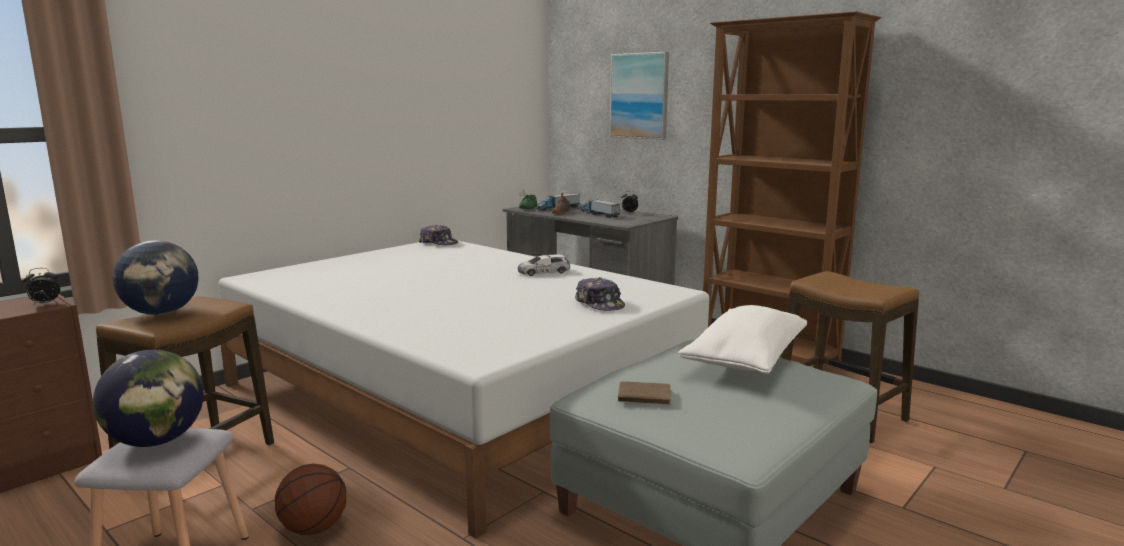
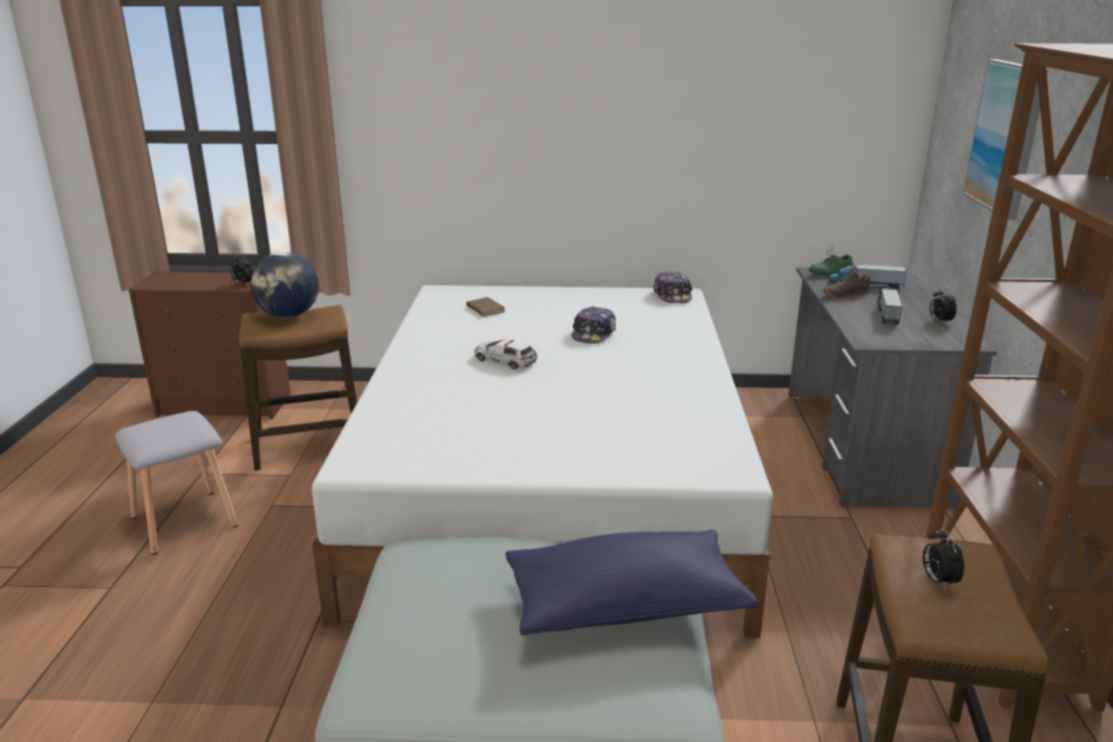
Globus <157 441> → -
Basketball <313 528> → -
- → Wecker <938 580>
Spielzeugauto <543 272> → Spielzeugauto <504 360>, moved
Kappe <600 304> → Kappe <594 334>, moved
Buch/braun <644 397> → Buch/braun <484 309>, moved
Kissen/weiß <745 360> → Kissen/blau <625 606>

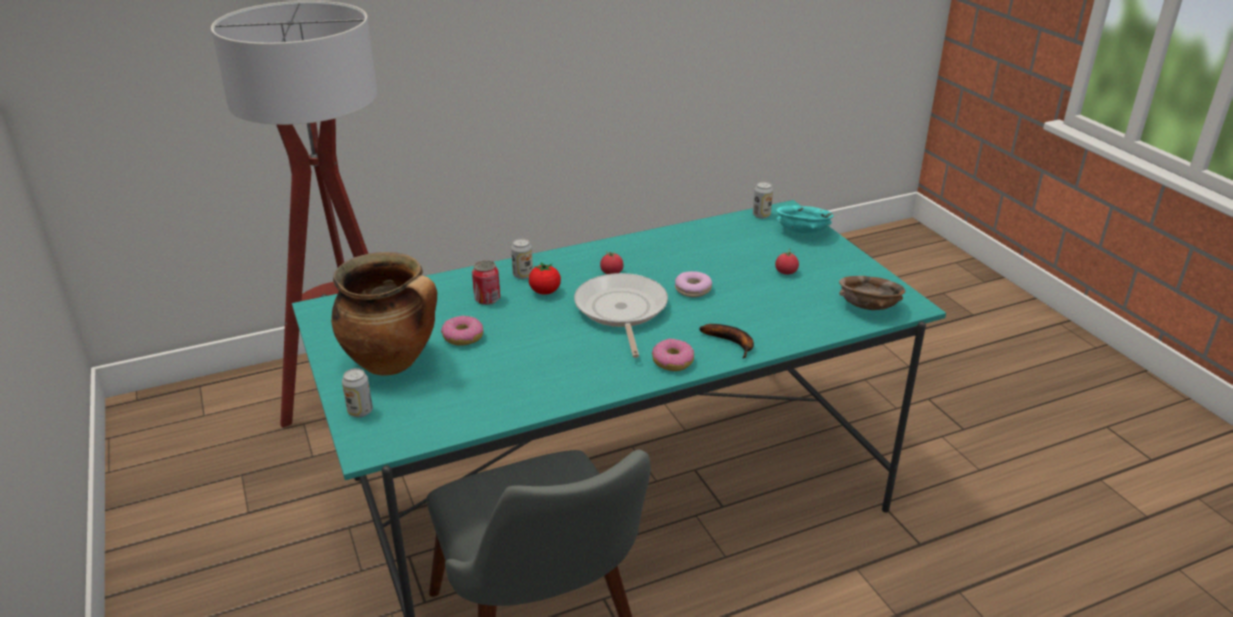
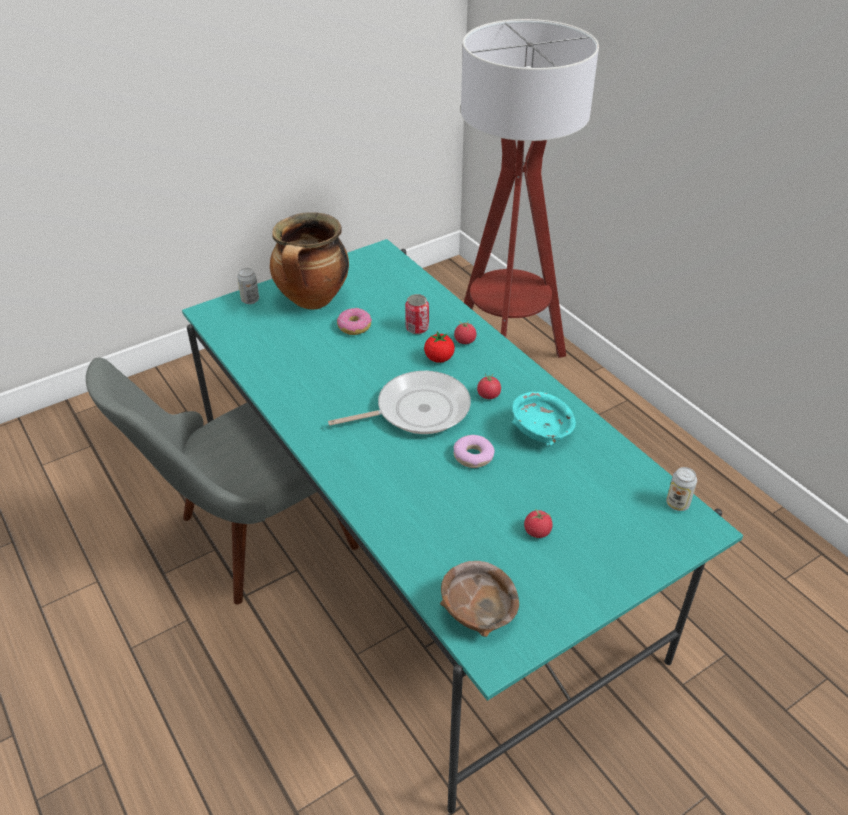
Donut <672 361> → -
Banane <732 343> → -
Schüssel/türkis <803 232> → Schüssel/türkis <540 432>, moved
Dose <523 275> → Tomate <465 341>

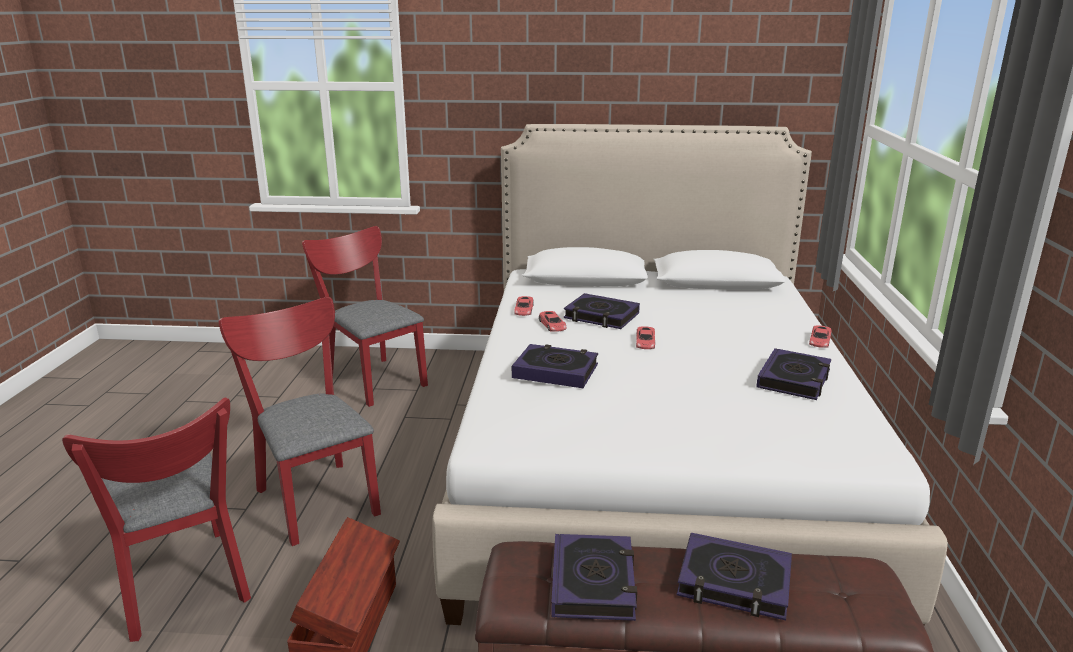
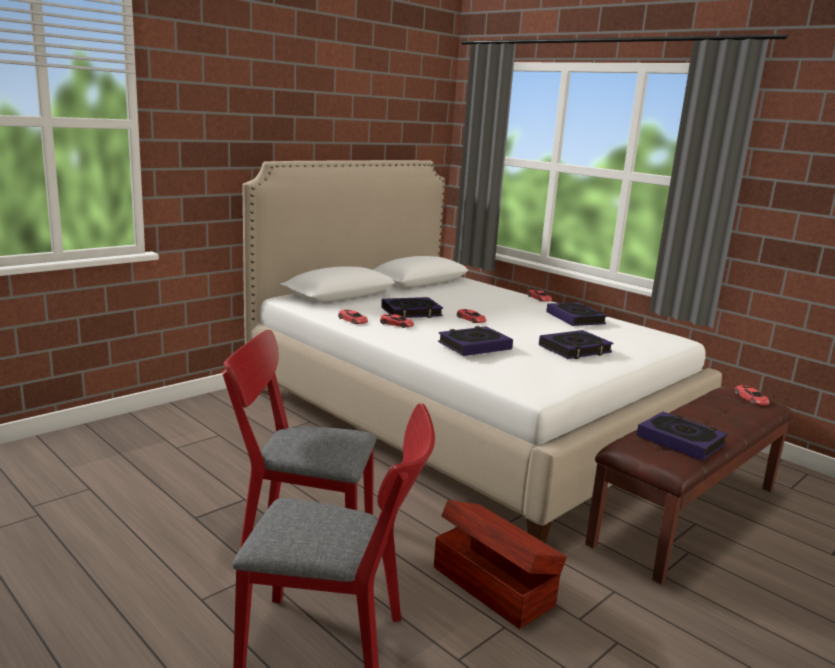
Stuhl/rot <372 378> → -
- → Spielzeugauto/rot <751 399>
Buch <734 583> → Buch <575 349>, moved

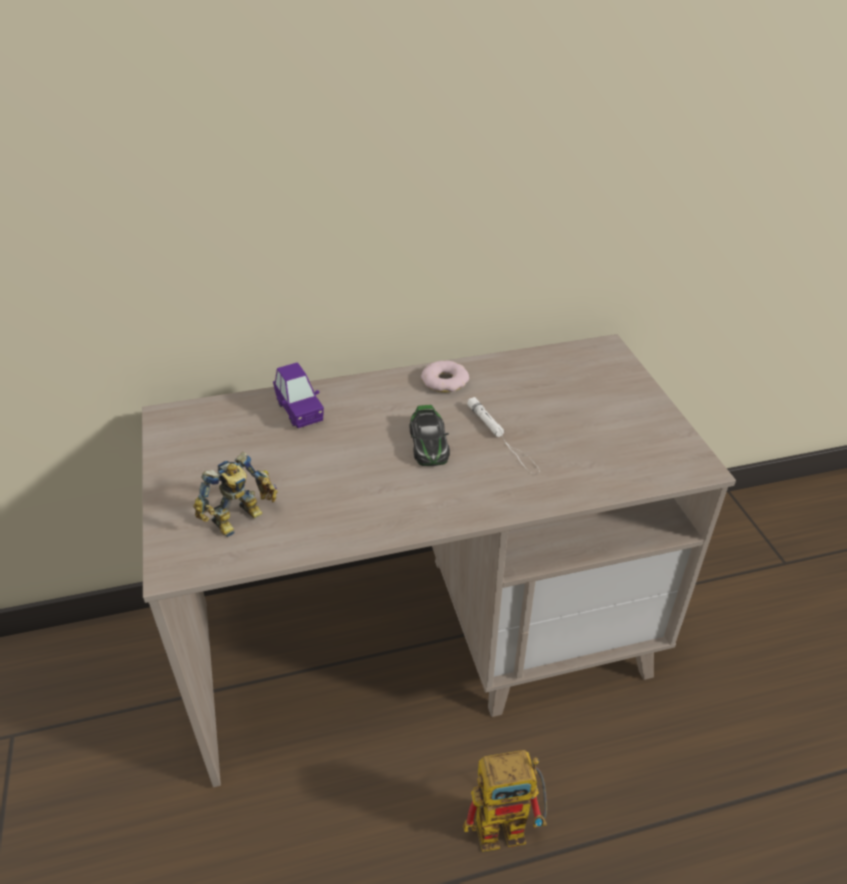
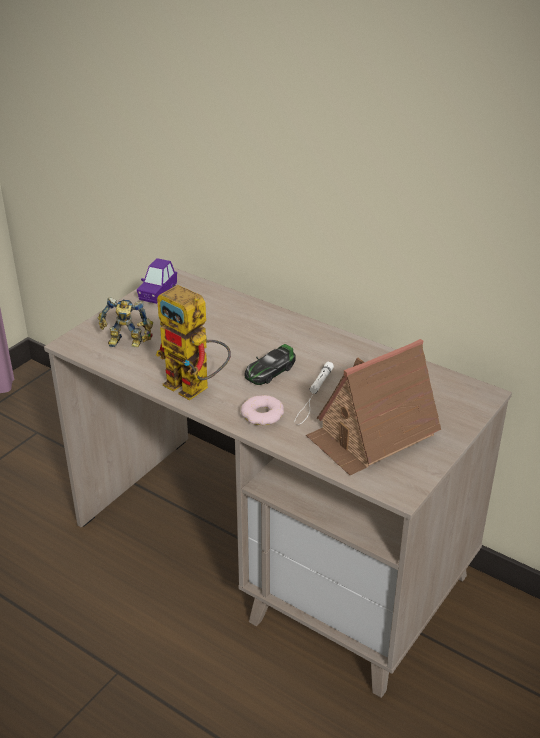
- → Spielzeughaus <372 435>
Spielzeugauto/lila <299 411> → Spielzeugauto/lila <158 293>, moved
Donut <445 381> → Donut <262 414>, moved
Spielzeugroboter <510 824> → Spielzeugroboter <196 388>, moved

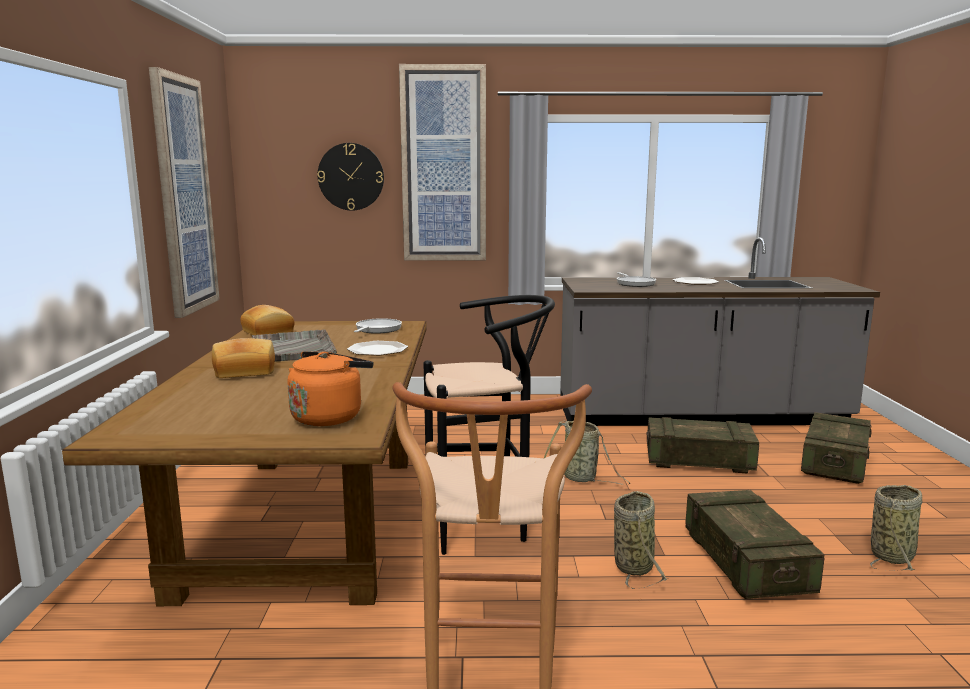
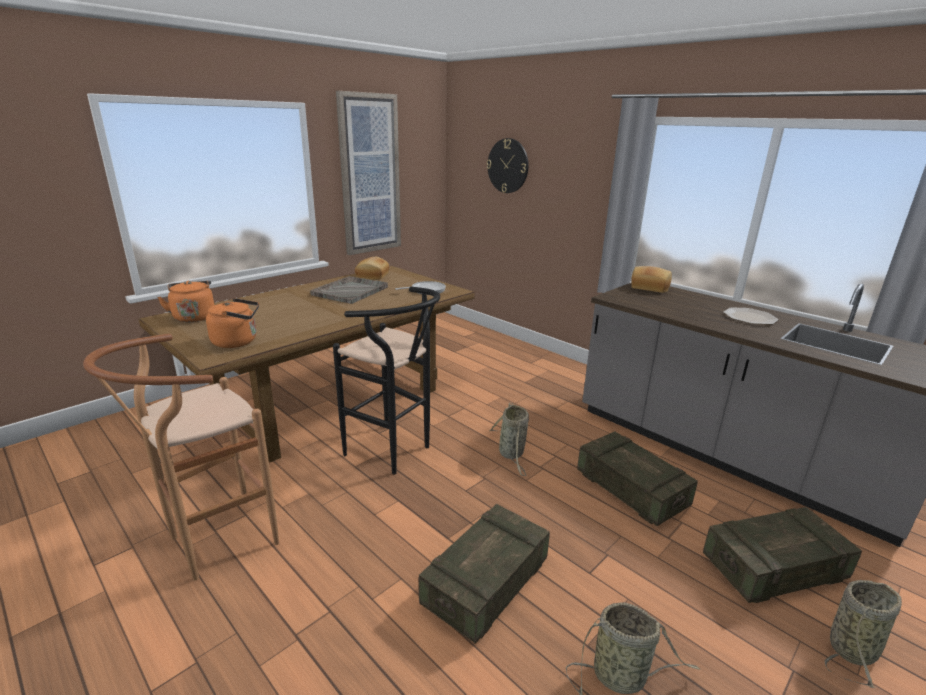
Teller <378 350> → -
Bild <444 165> → -
Pfanne <634 283> → -
- → Wasserkessel/orange <194 317>
Brot <245 372> → Brot <649 287>, moved
Korb <633 565> → Korb <853 647>, moved

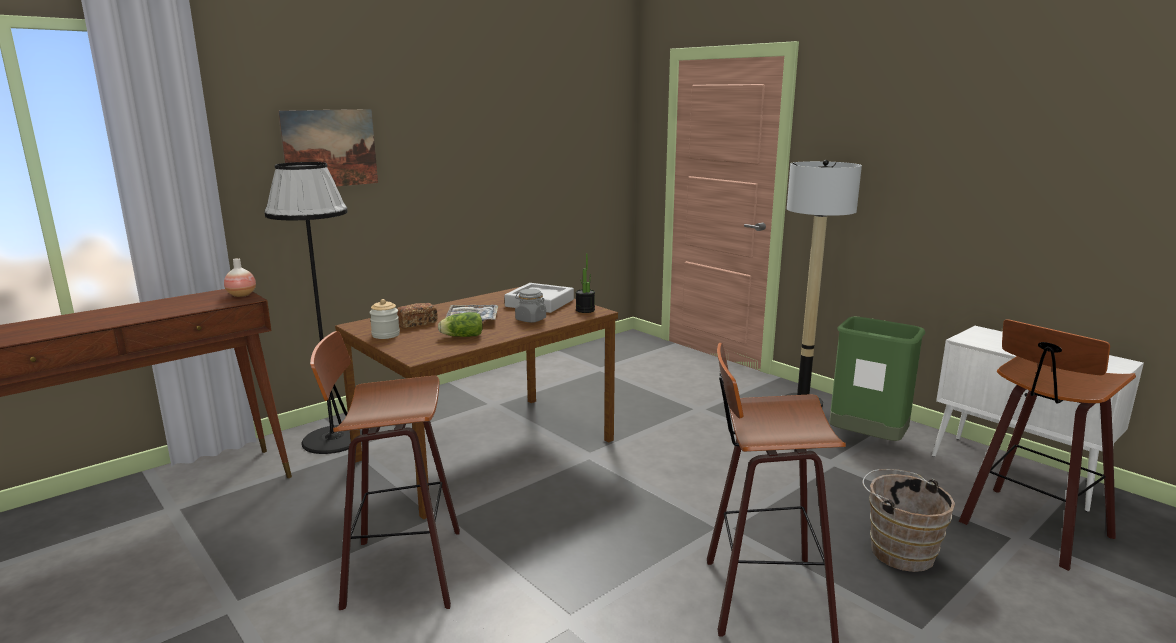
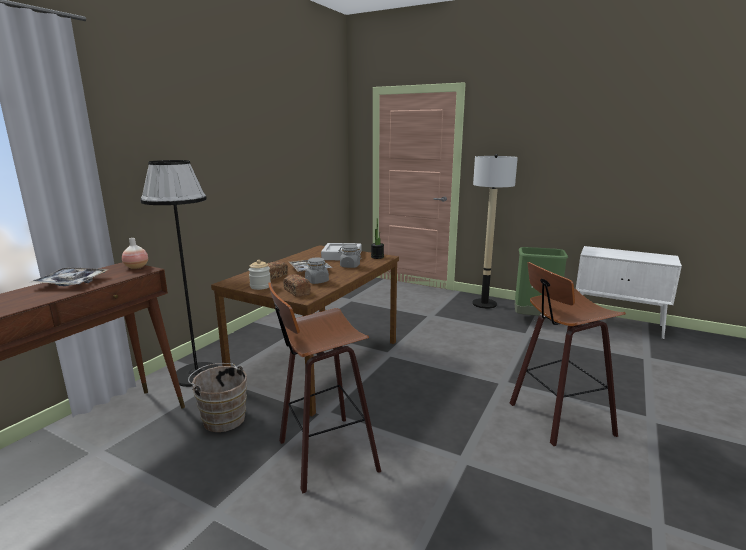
Bild <330 148> → -
Hocker <1030 529> → -
- → Tablett <72 282>
- → Brot <296 292>
Eimer/braun <898 550> → Eimer/braun <222 418>, moved
Salatkopf <460 336> → Vorratsglas/grau <316 281>

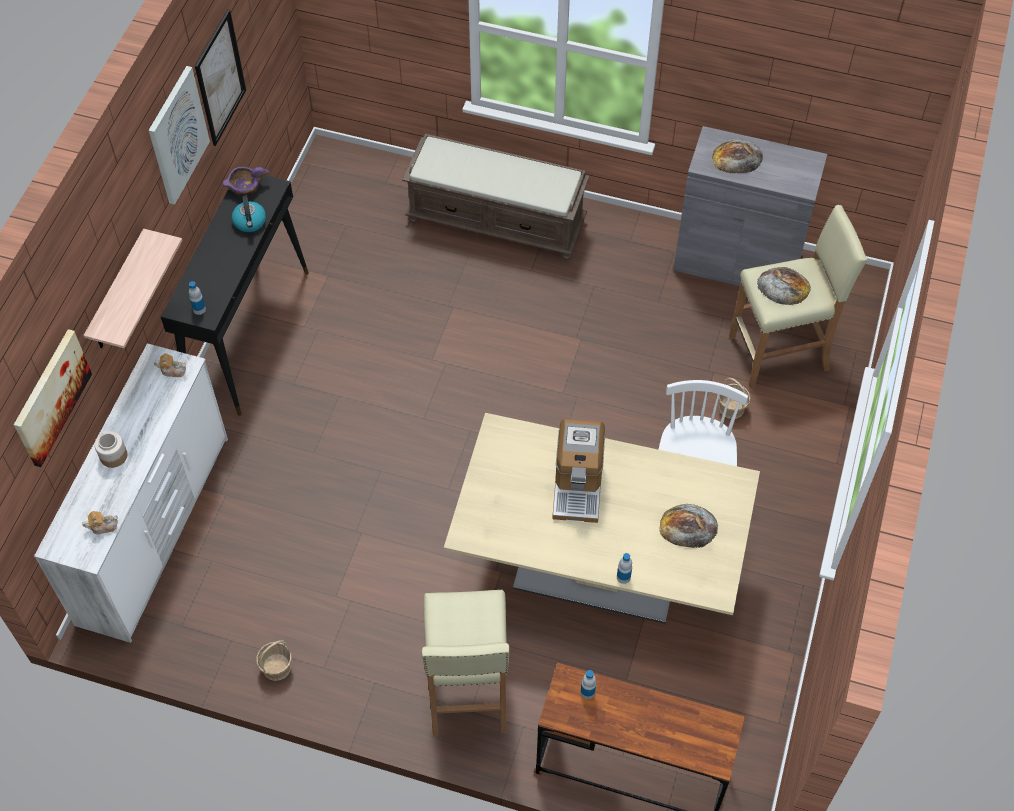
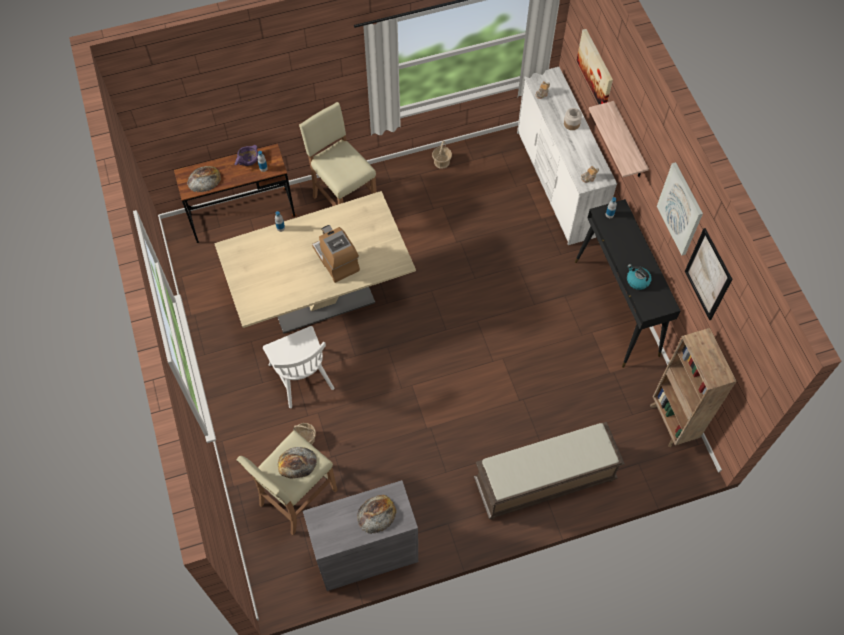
- → Bücherregal/braun <672 423>
Schüssel/lila <245 187> → Schüssel/lila <248 160>, moved
Brot <688 526> → Brot <204 179>, moved

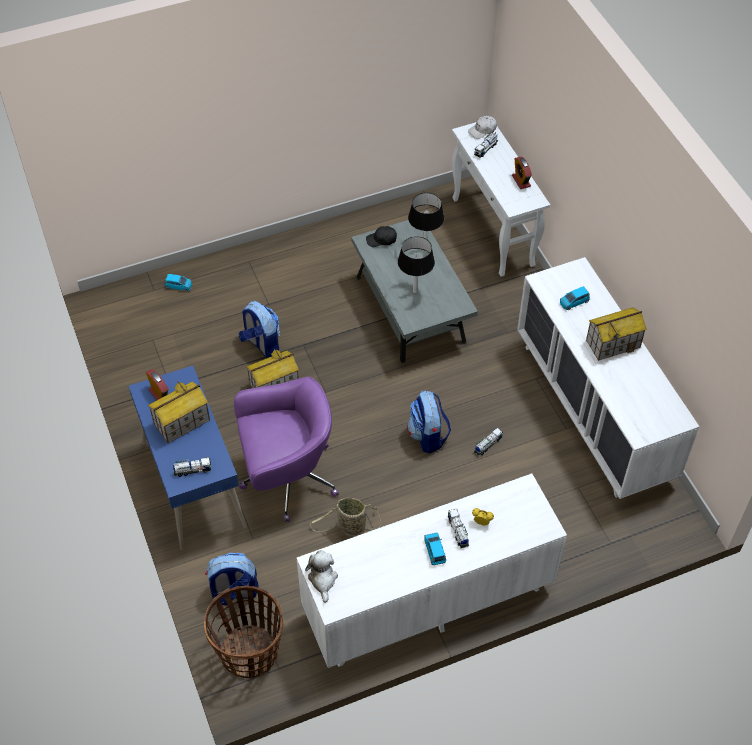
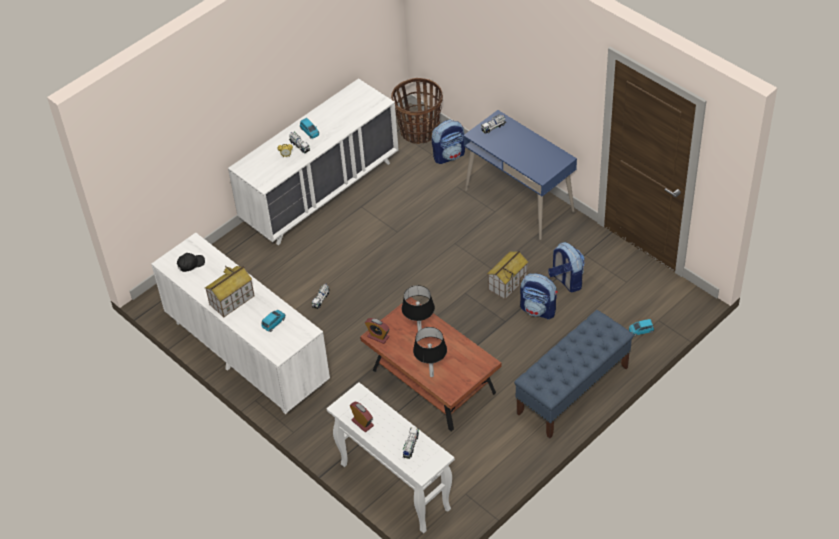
Spielzeughaus <181 422> → -
Bürostuhl/lila <287 478> → -
Plüschtier <322 579> → -
Korb <350 527> → -
Kappe/weiß <482 130> → -
- → Bank/blau <572 390>
Wecker <160 394> → Wecker <378 337>, moved
Kappe/schwarz <381 240> → Kappe/schwarz <191 264>, moved
Rucksack <428 436> → Rucksack <566 281>, moved
Couchtisch/grau <410 310> → Couchtisch/braun <433 382>

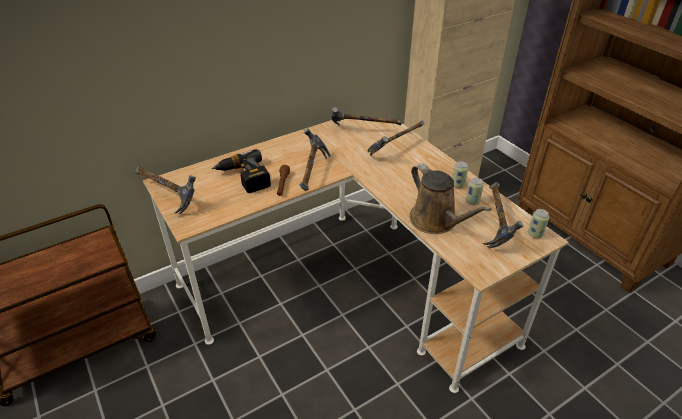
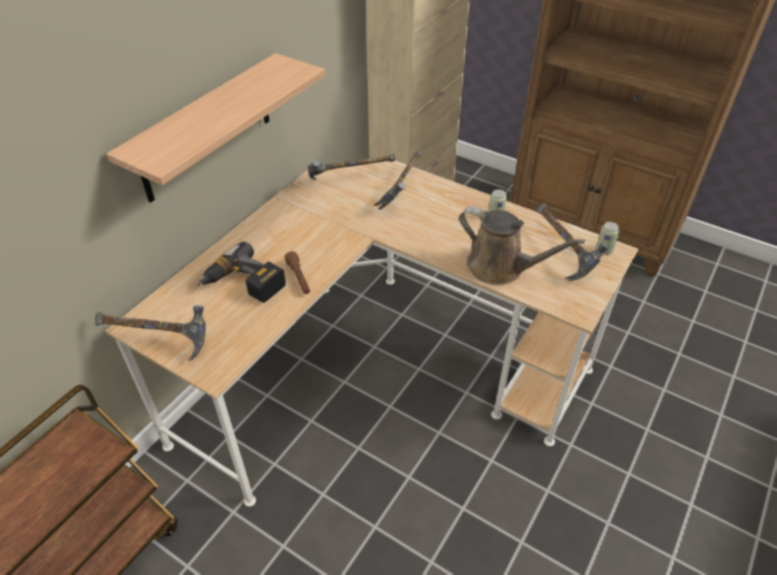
Hammer <311 174> → -
Dose <472 202> → -
- → Wandregal <206 129>

